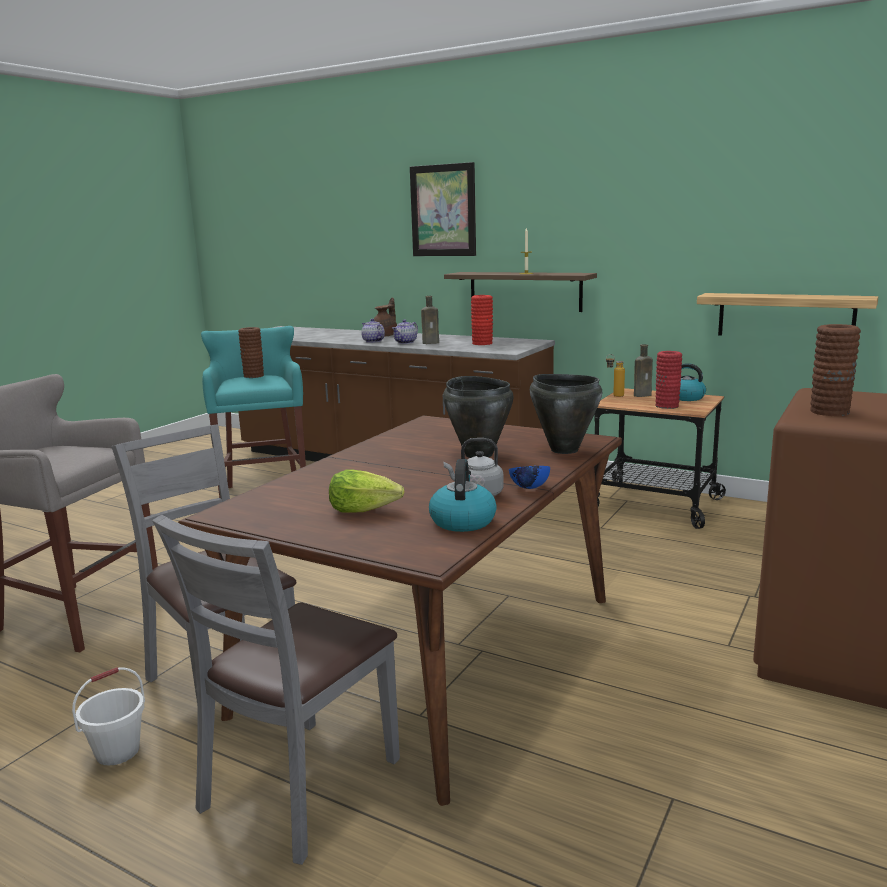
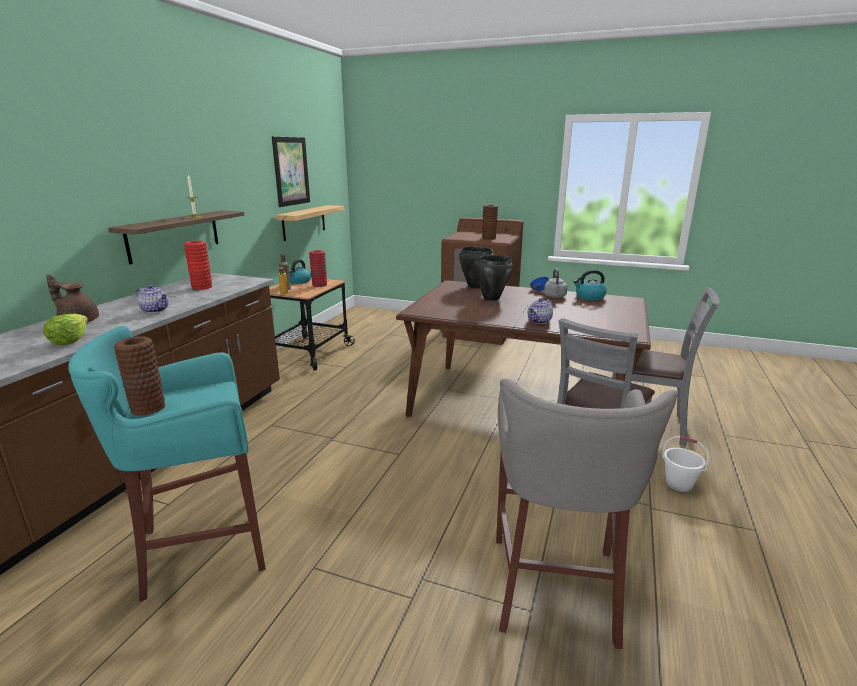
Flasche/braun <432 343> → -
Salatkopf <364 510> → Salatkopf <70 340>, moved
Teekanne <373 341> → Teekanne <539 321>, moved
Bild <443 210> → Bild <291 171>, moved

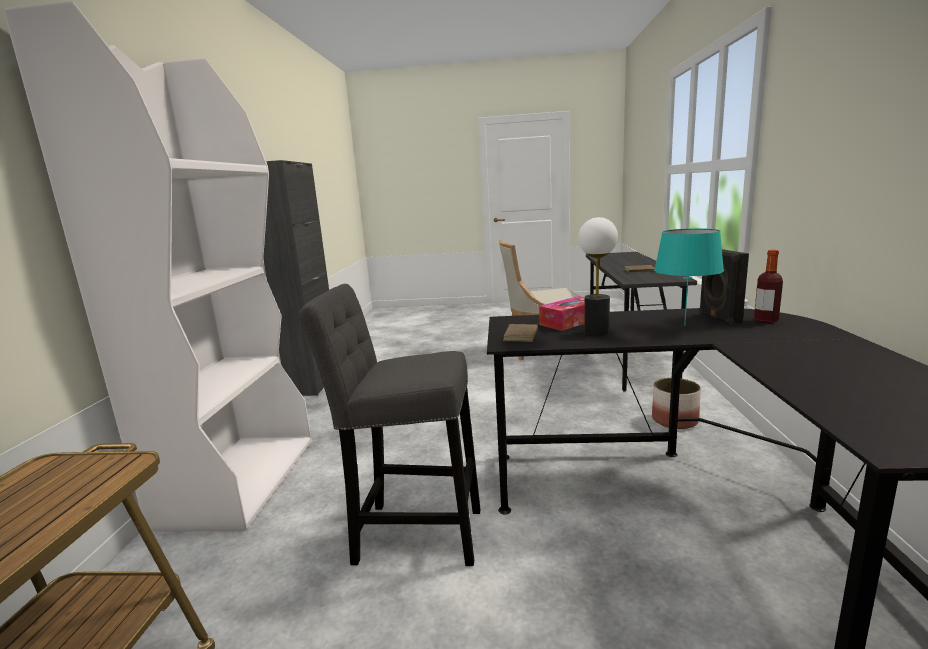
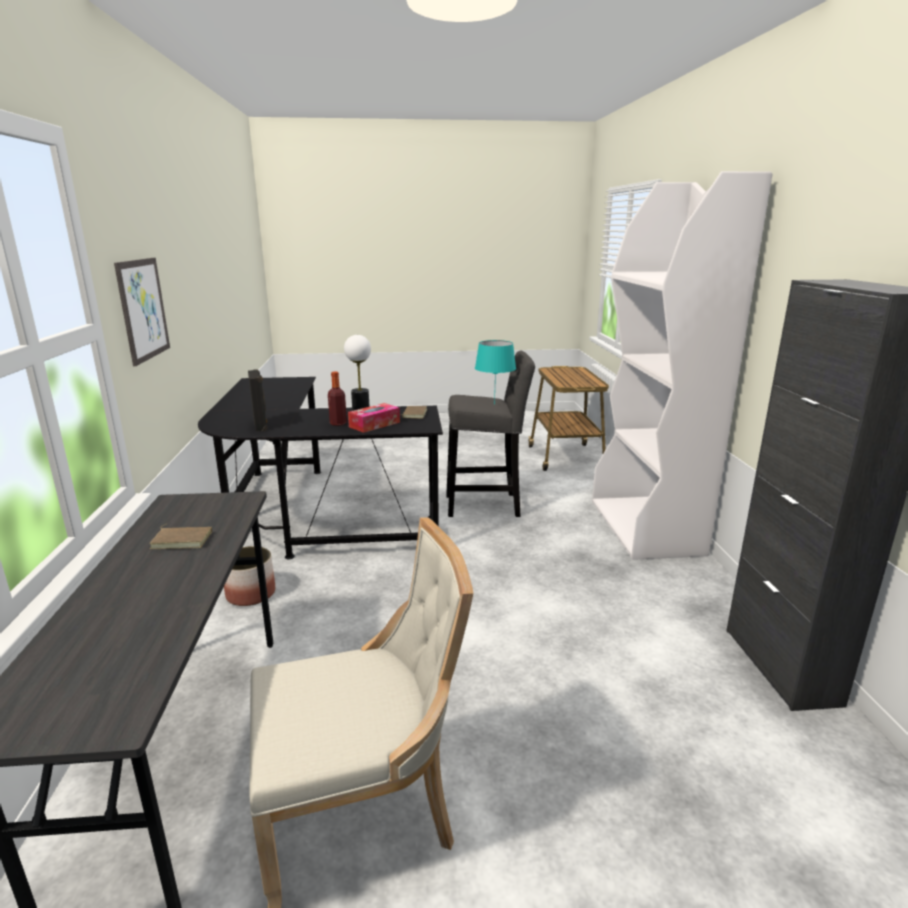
- → Bild <143 309>
Tischlampe/türkis <684 325> → Tischlampe/türkis <494 404>, moved
Flasche <765 320> → Flasche <338 423>, moved

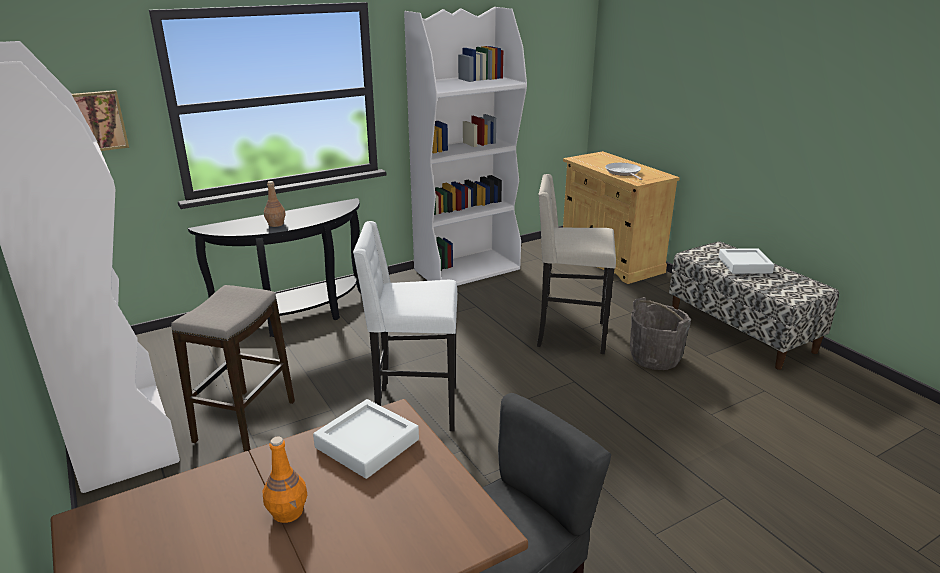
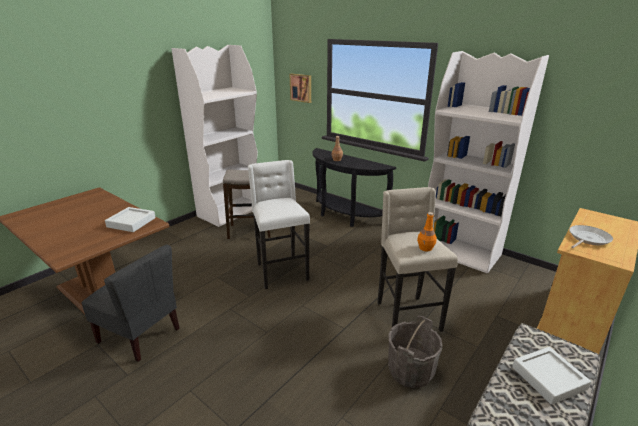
Flasche/orange <288 511> → Flasche/orange <426 248>, moved

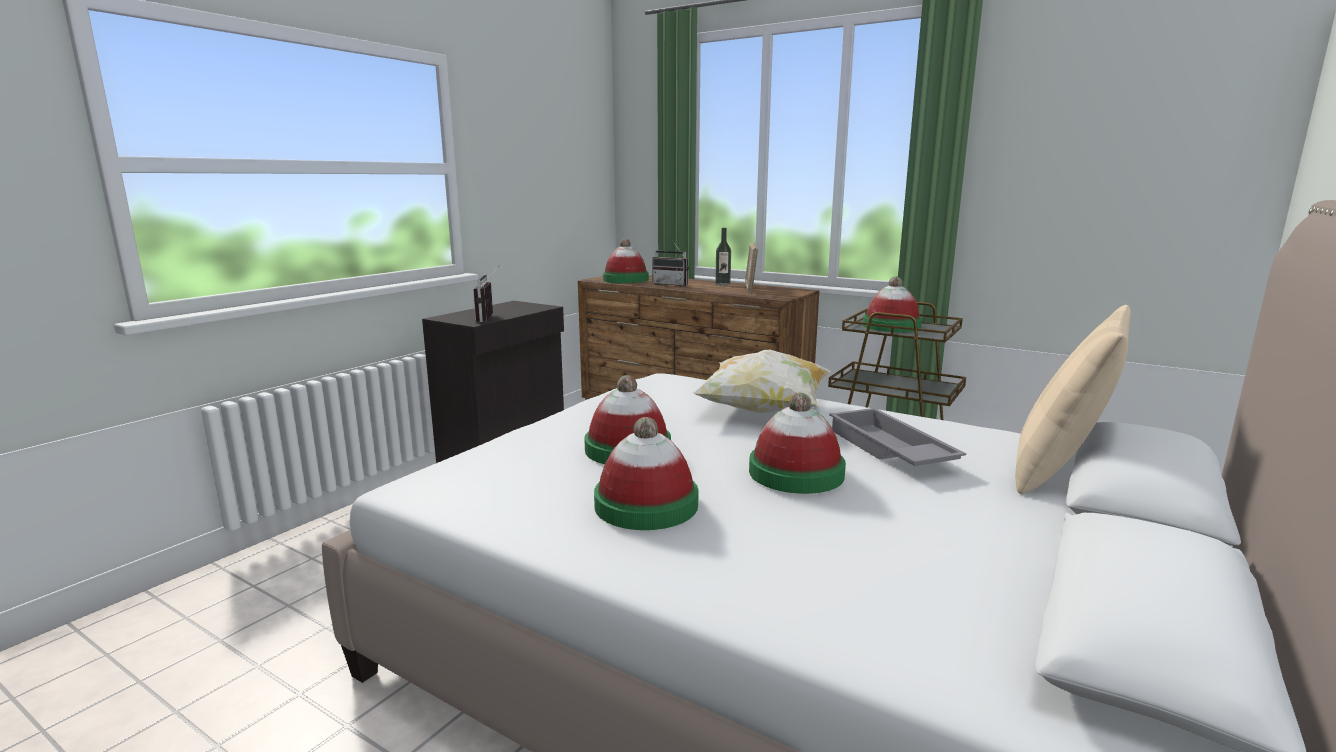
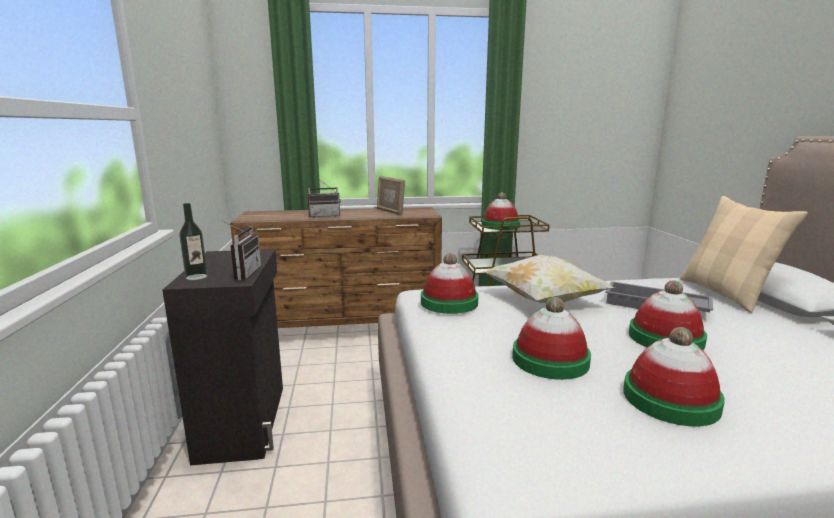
Hut <625 280> → Hut <449 302>, moved
Flasche <722 284> → Flasche <196 277>, moved
Radio <490 318> → Radio <242 273>, 135 degrees counterclockwise

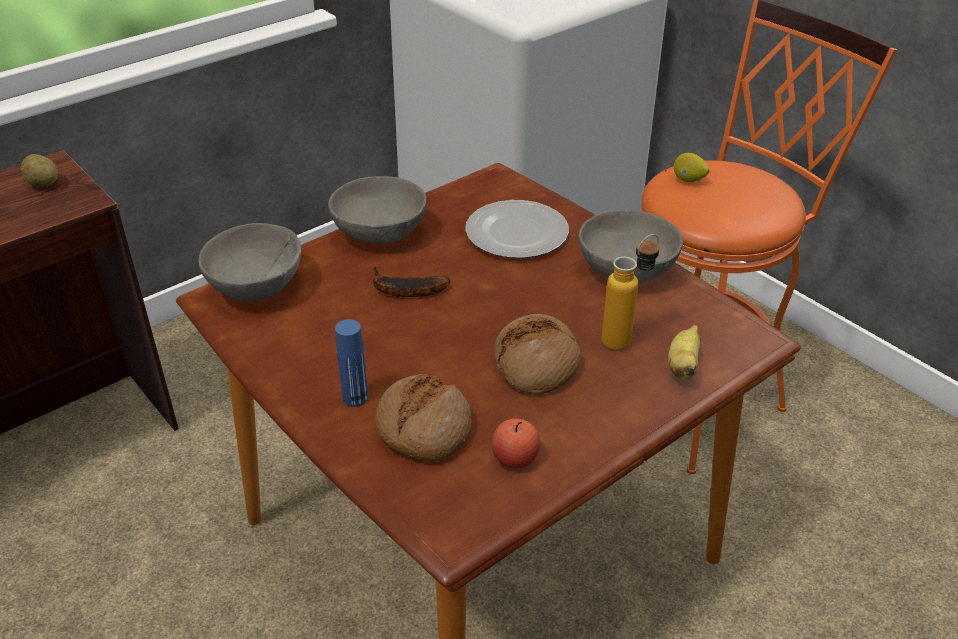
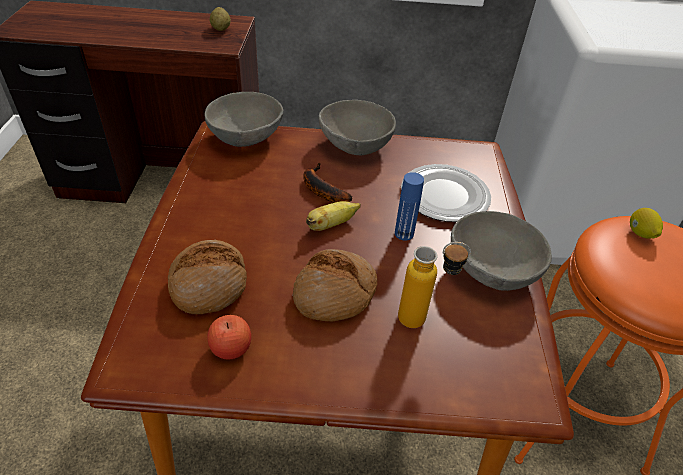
Flasche/blau <355 398> → Flasche/blau <404 233>, moved
Banane <683 366> → Banane <331 225>, moved

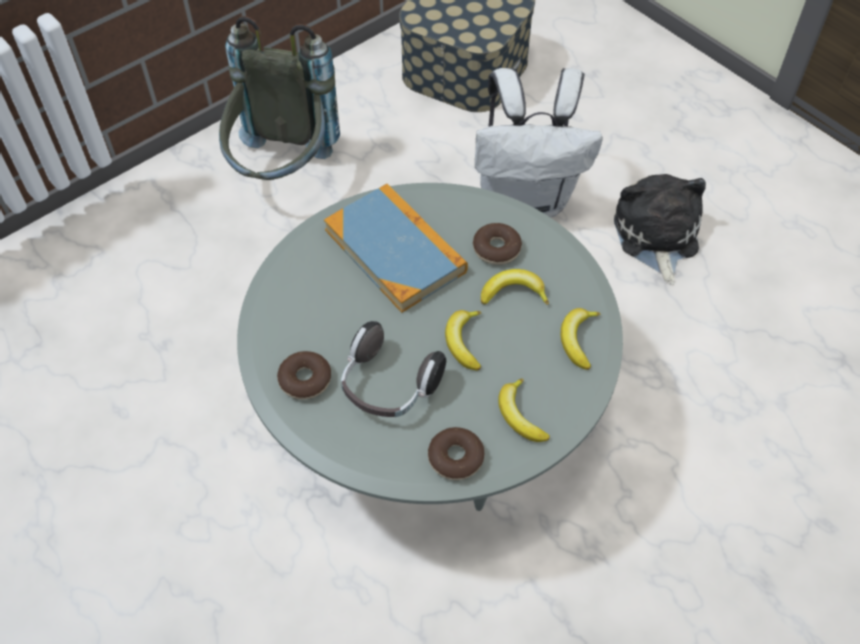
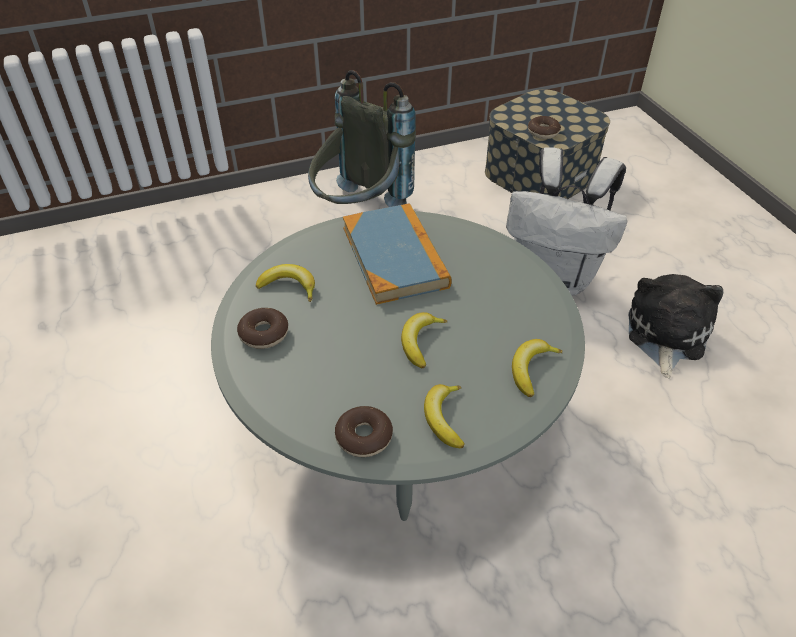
Kopfhörer <388 387> → -
Donut <496 249> → Donut <543 132>, moved
Banane <513 293> → Banane <289 286>, moved

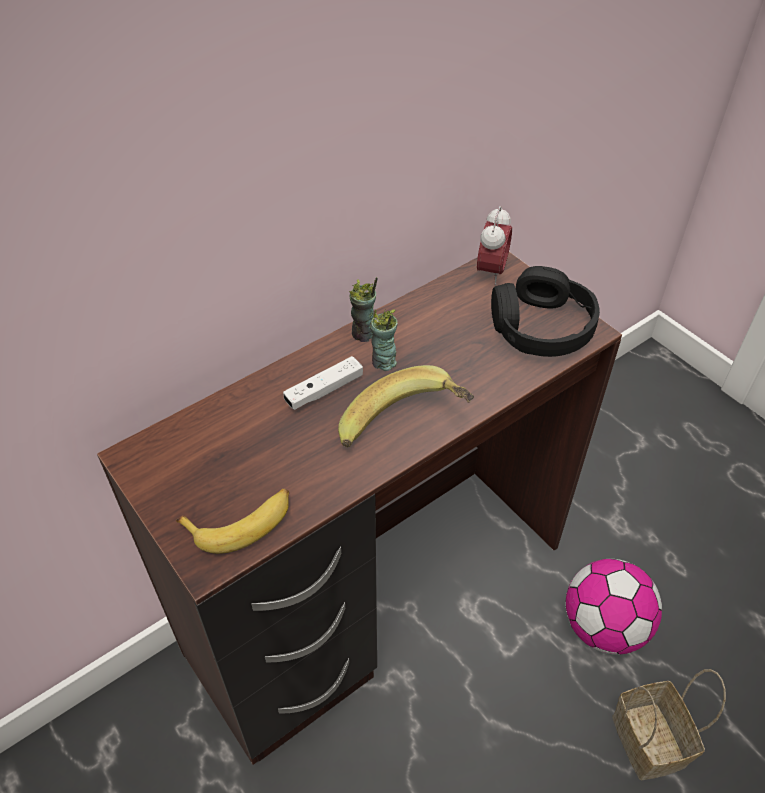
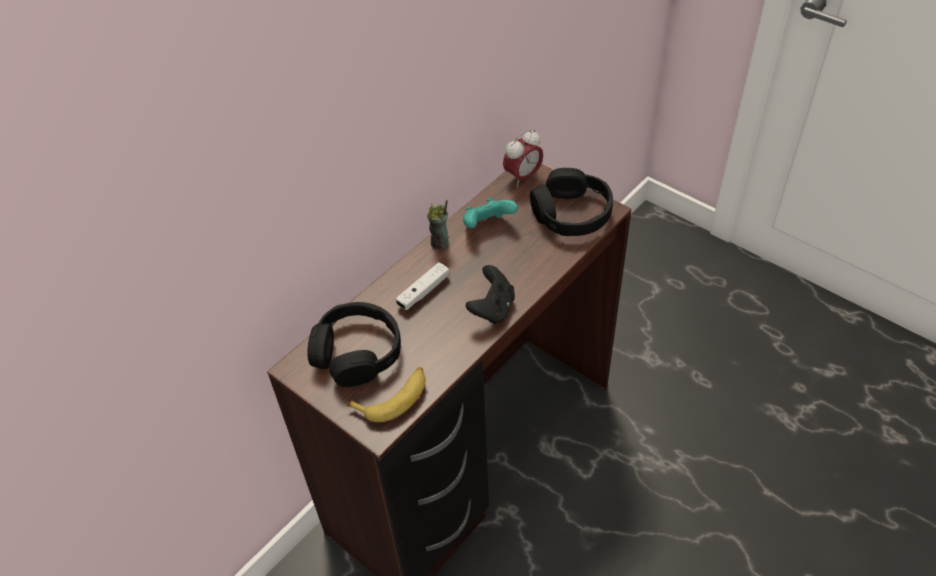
Tasse <383 362> → -
Fußball <603 626> → -
Korb <651 743> → -
- → Kopfhörer/schwarz <357 353>
- → Gamepad/türkis <487 226>
Banane <406 430> → Gamepad/schwarz <492 309>
Wecker <491 272> → Wecker <523 177>, 45 degrees clockwise

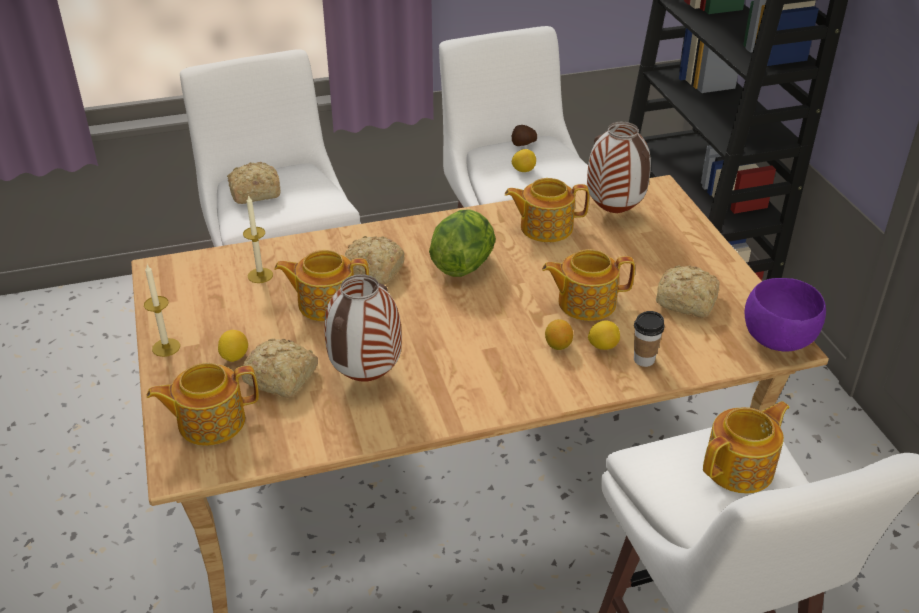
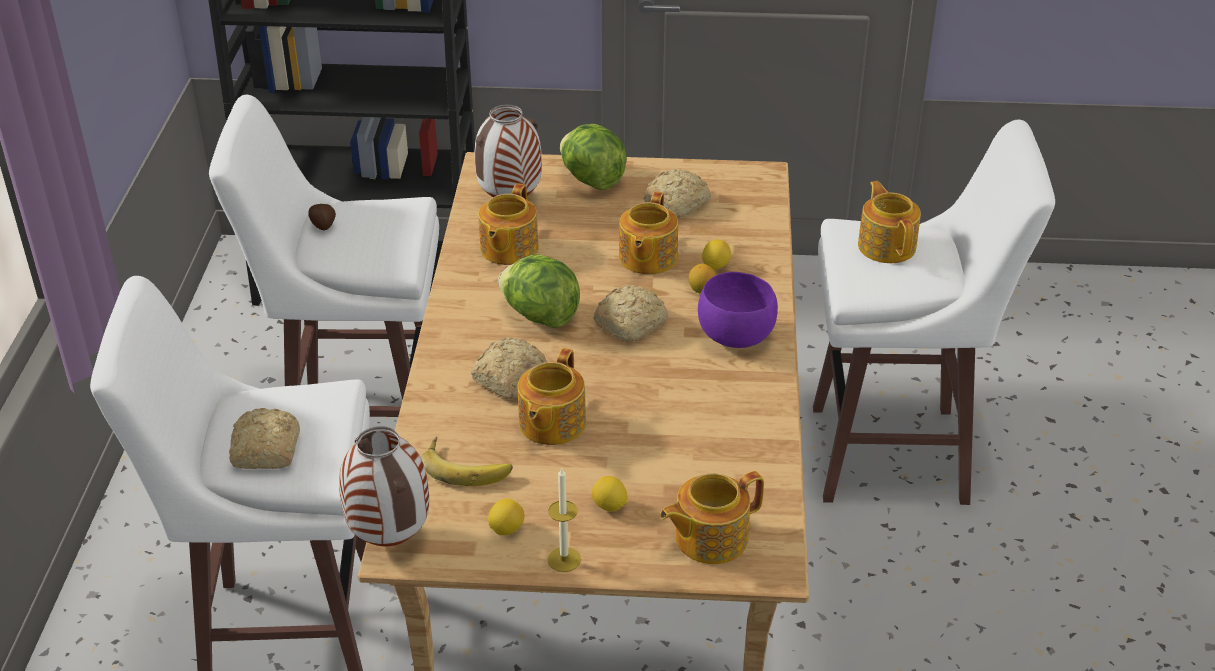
Tasse <644 360> → -
- → Salatkopf <592 180>
Brot <282 378> → Brot <632 323>, moved
Vase <366 378> → Vase <392 539>, moved
Zitrone <523 170> → Zitrone <506 529>, moved
Schüssel/lila <778 339> → Schüssel/lila <734 336>, moved
Kerze <260 275> → Banane <467 466>
Teekanne <210 422> → Teekanne <709 538>, 60 degrees clockwise

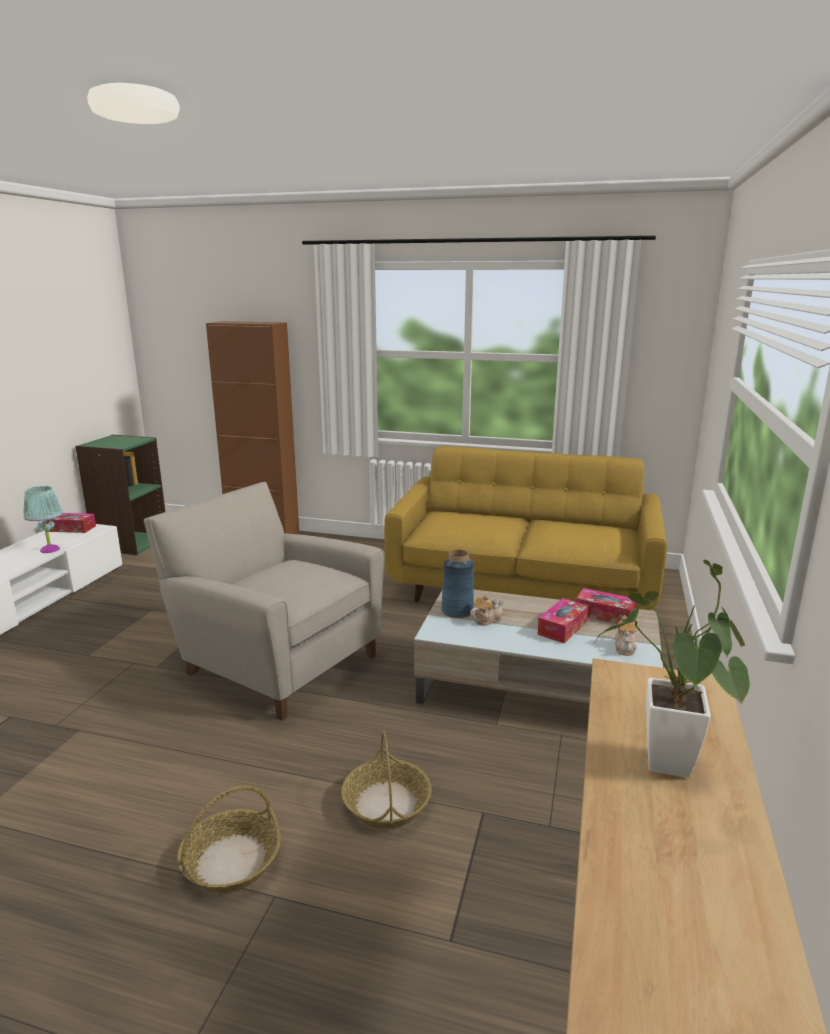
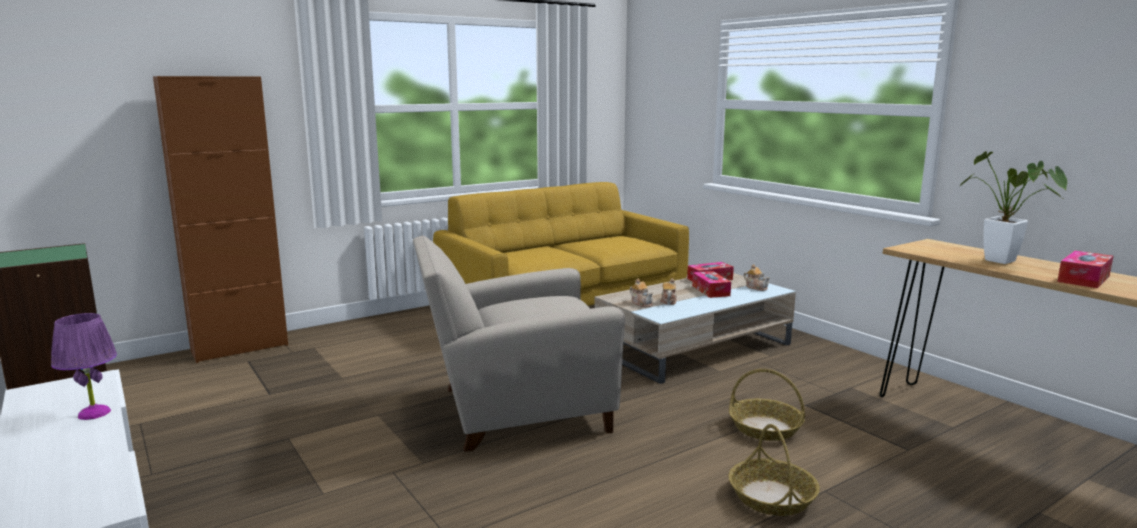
Taschentuchbox <72 528> → Taschentuchbox <1083 278>, moved
Vase/blau <457 611> → Teekanne <641 303>
Tischlampe/türkis <49 549> → Tischlampe/lila <93 413>

